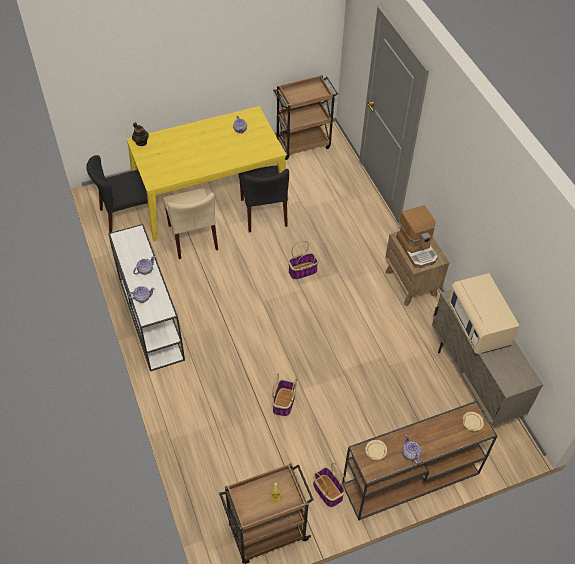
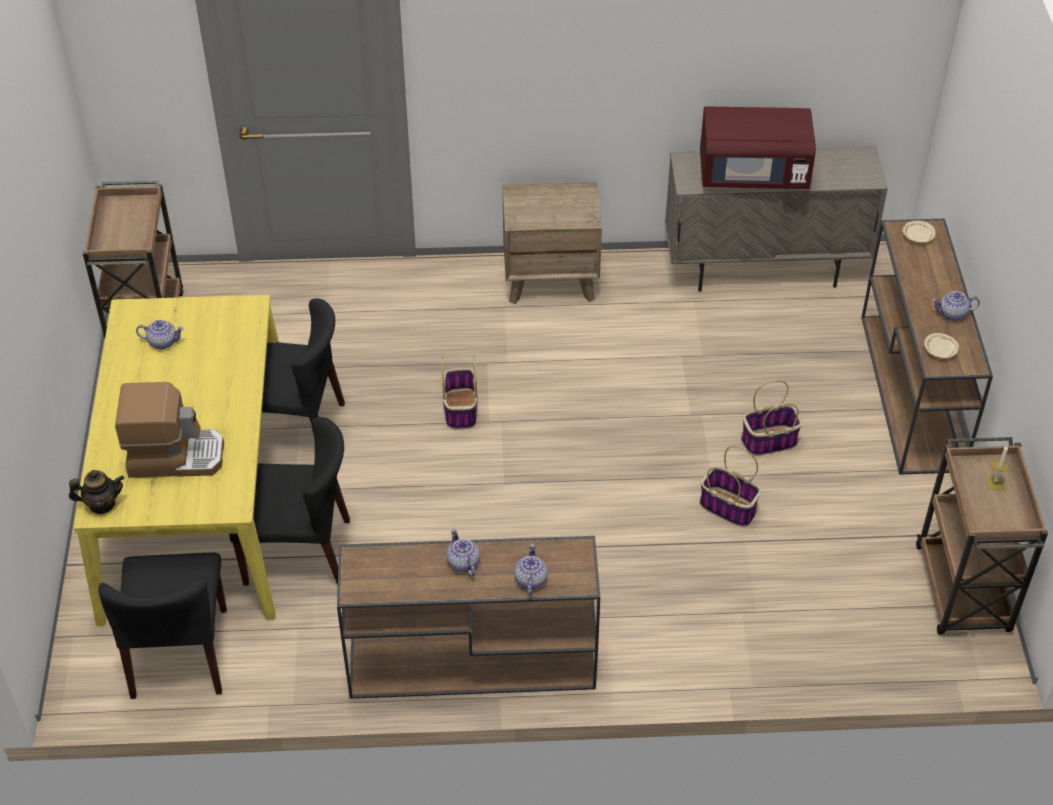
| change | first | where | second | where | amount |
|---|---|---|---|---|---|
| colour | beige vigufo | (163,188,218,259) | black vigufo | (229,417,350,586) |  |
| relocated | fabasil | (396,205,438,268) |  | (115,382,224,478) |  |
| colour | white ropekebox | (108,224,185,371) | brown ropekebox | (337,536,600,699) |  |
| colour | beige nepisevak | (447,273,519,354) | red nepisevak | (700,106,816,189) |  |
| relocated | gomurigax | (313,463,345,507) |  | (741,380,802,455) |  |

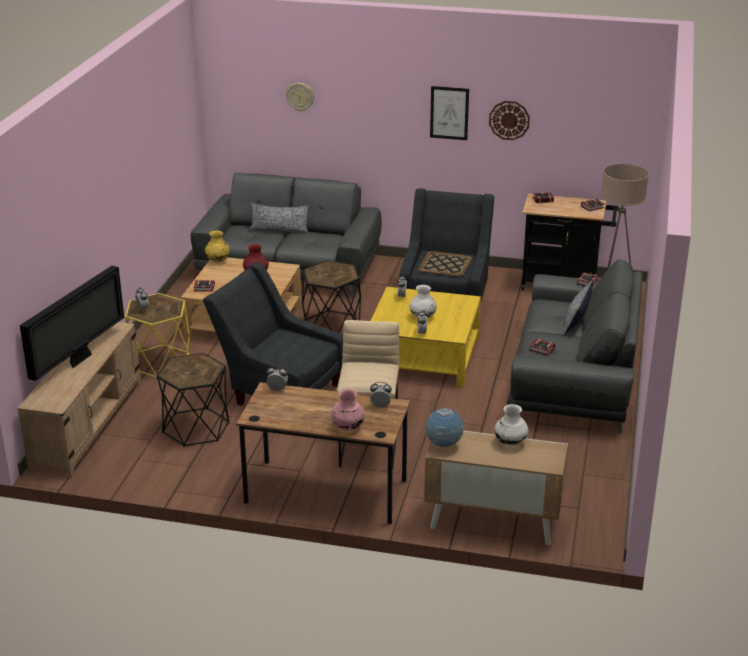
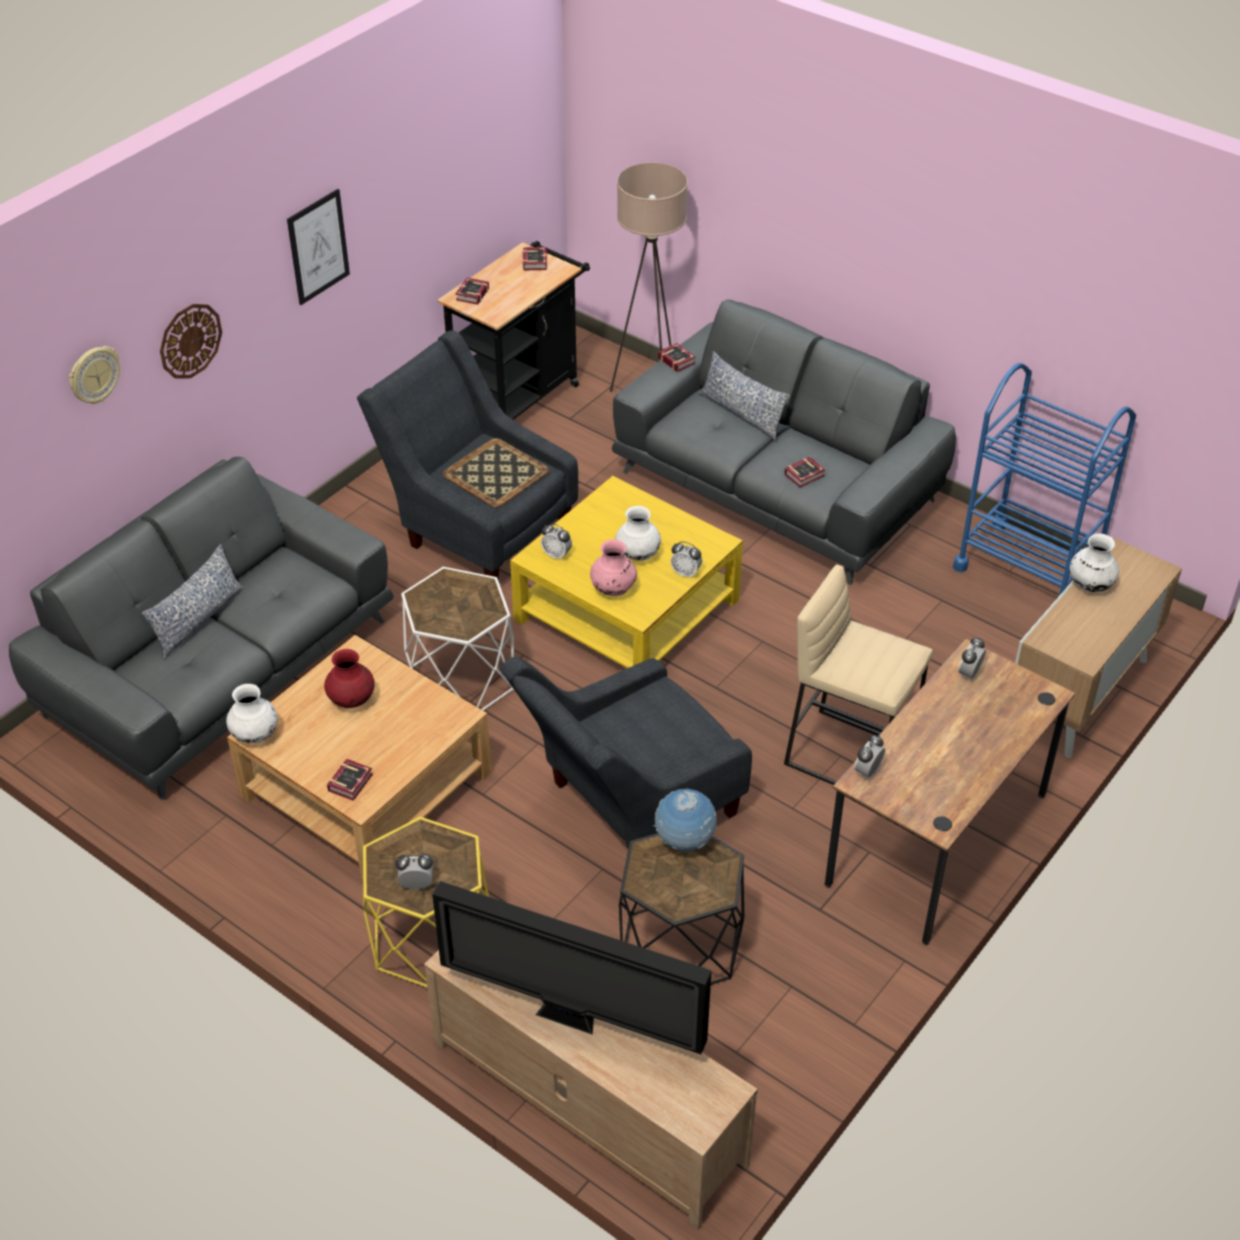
| change | first | where | second | where | amount |
|---|---|---|---|---|---|
| relocated | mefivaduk | (489,101,530,140) |  | (160,304,222,379) |  |
| colour | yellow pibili | (205,231,230,262) | white pibili | (226,684,278,743) |  |
| colour | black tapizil | (302,260,361,333) | white tapizil | (401,567,514,711) |  |
| spun | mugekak | (20,266,124,381) |  | (432,881,712,1054) | 150 degrees clockwise |
| relocated | pink pibili | (331,388,364,431) |  | (590,539,637,596) |  |
| relocated | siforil | (426,408,464,447) |  | (653,789,717,851) |  |
| appeared |  |  | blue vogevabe | (953,363,1136,603) |  |

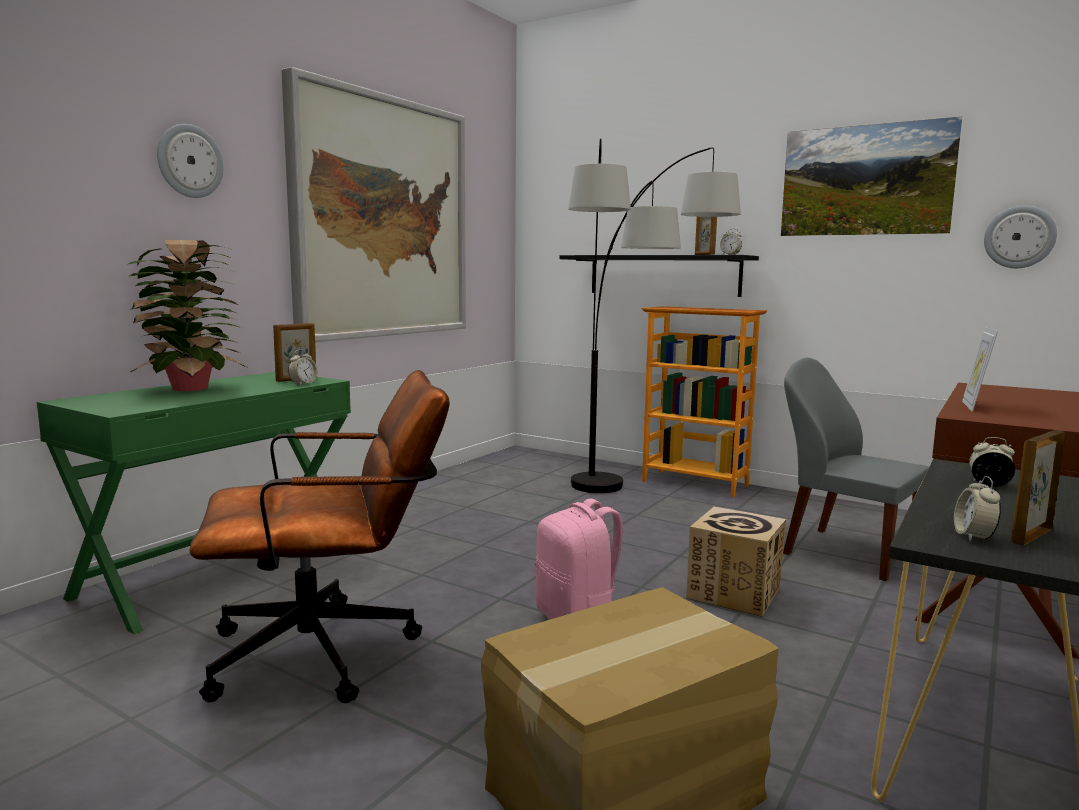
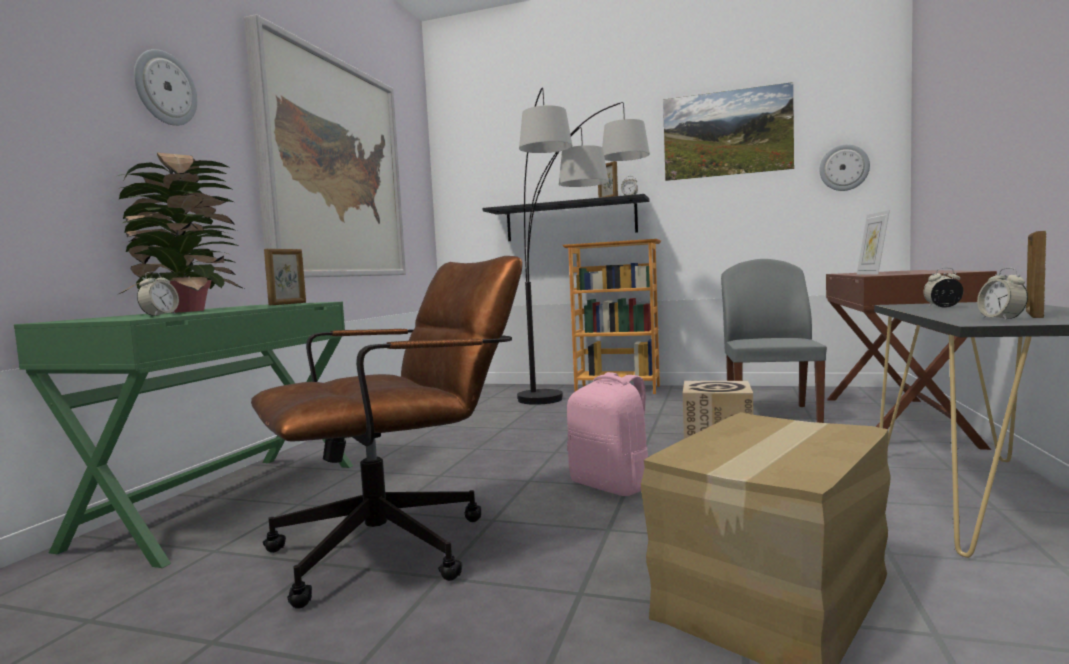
| change | first | where | second | where | amount |
|---|---|---|---|---|---|
| relocated | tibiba | (288,349,318,385) |  | (137,272,179,316) |  |
| spun | grey vigufo | (783,358,929,581) |  | (721,259,827,423) | 75 degrees clockwise |

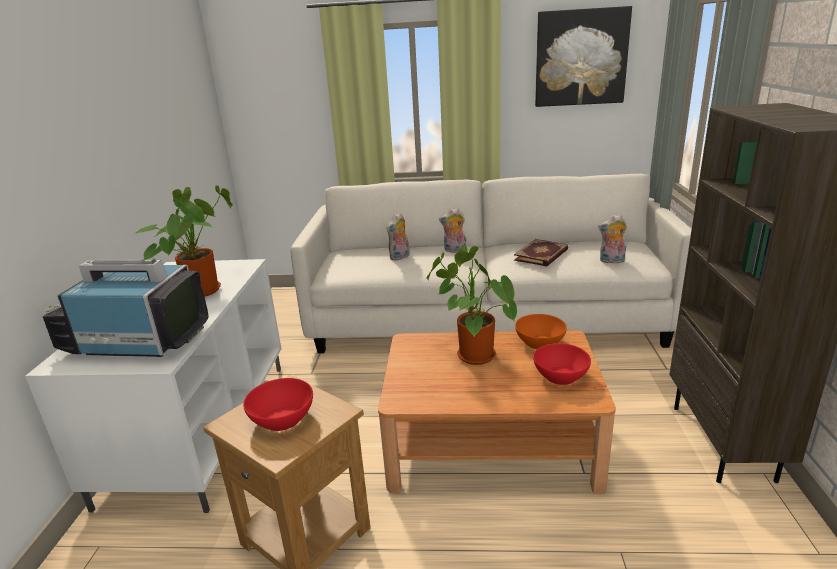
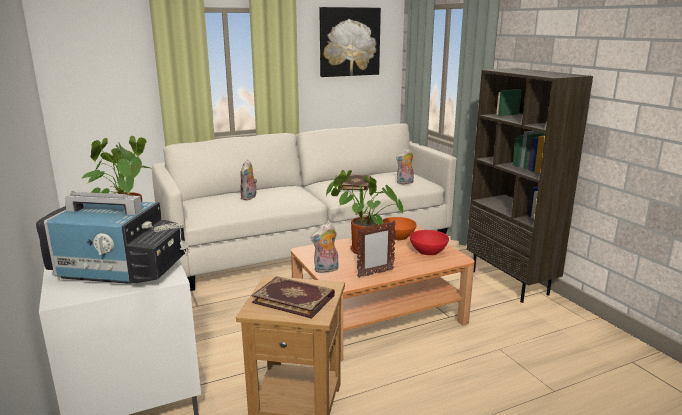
| change | first | where | second | where | amount |
|---|---|---|---|---|---|
| relocated | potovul | (439,208,467,253) |  | (310,223,338,273) |  |
| spun | mugekak | (43,258,209,357) |  | (36,191,190,284) | 150 degrees counterclockwise |
| exchanged | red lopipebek | (243,378,313,431) | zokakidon | (251,276,335,319) |  |
| appeared |  |  | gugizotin | (357,221,396,278) |  |

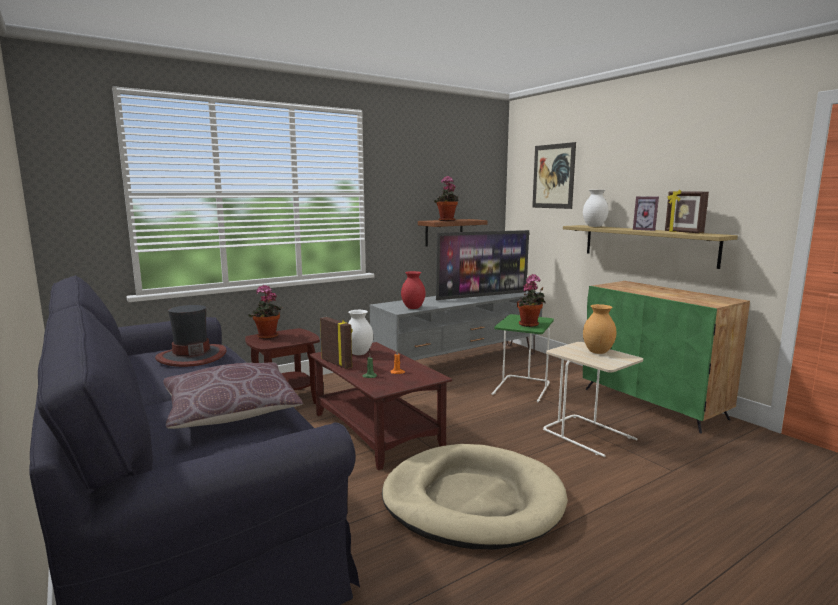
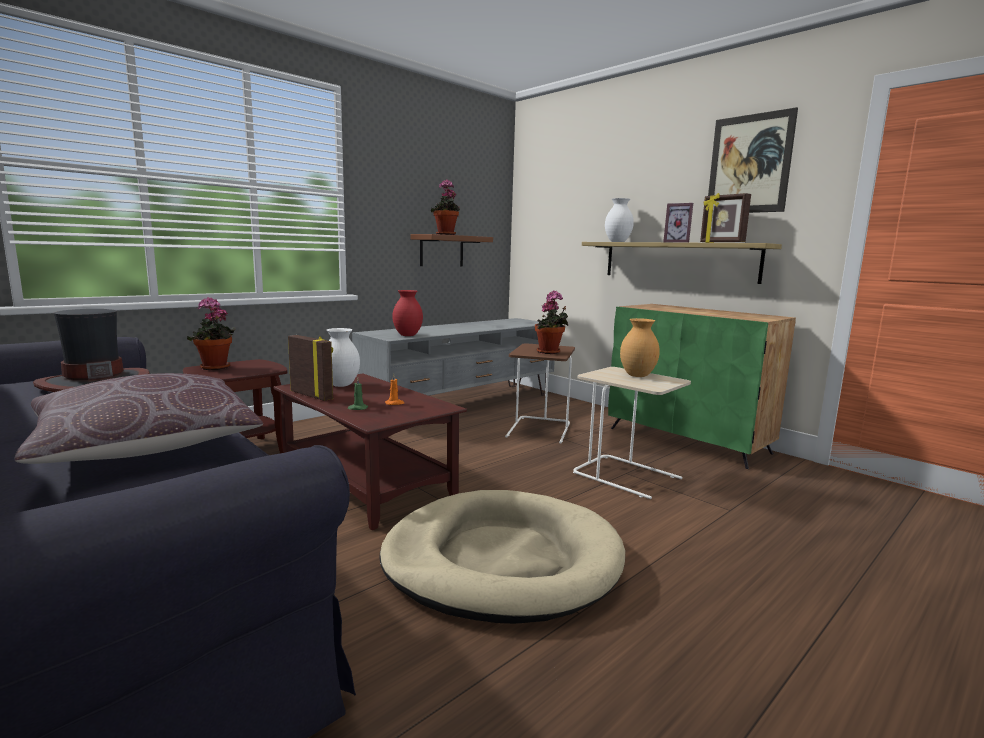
| change | first | where | second | where | amount |
|---|---|---|---|---|---|
| relocated | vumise | (532,142,576,209) |  | (708,107,798,213) |  |
| missing | mugekak | (436,230,529,300) |  |  |  |
| colour | green tapizil | (492,314,554,402) | brown tapizil | (505,343,575,444) |  |

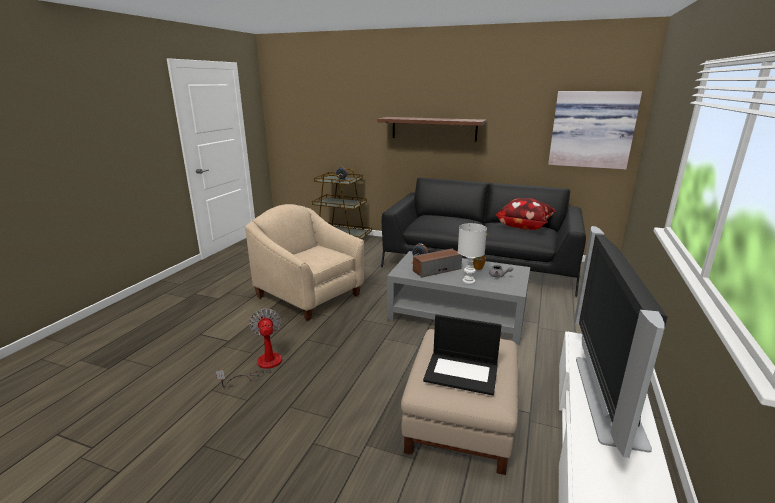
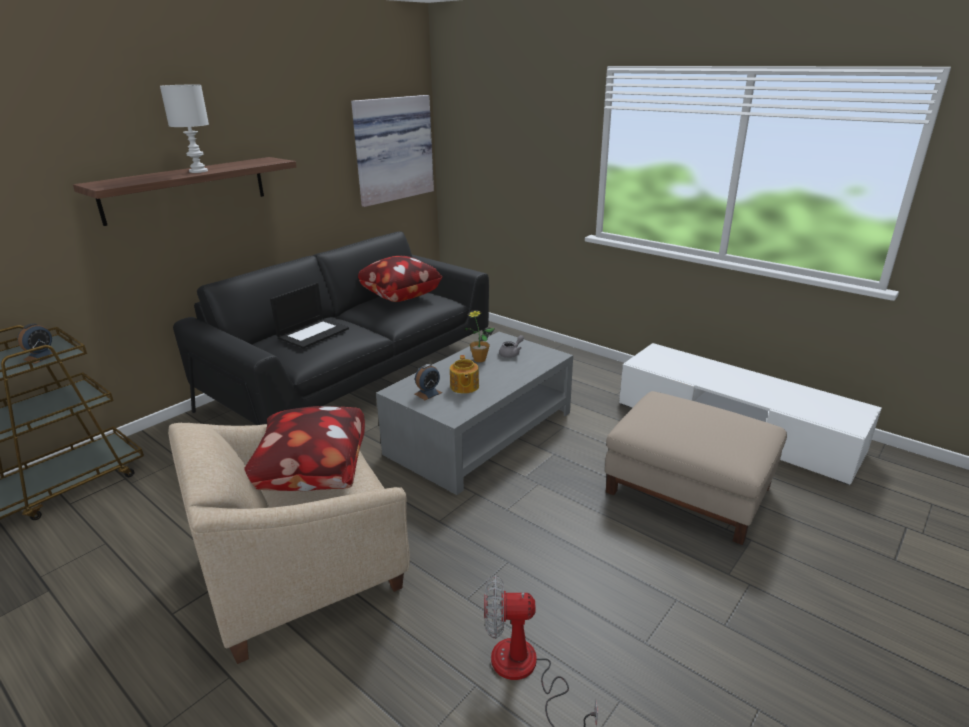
| change | first | where | second | where | amount |
|---|---|---|---|---|---|
| relocated | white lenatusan | (458,223,487,284) |  | (160,84,209,173) |  |
| missing | mugekak | (575,226,668,458) |  |  |  |
| exchanged | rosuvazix | (413,249,462,278) | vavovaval | (450,355,479,394) |  |
| relocated | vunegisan | (423,314,502,396) |  | (270,283,349,349) |  |
| appeared |  |  | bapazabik | (244,406,365,491) |  |

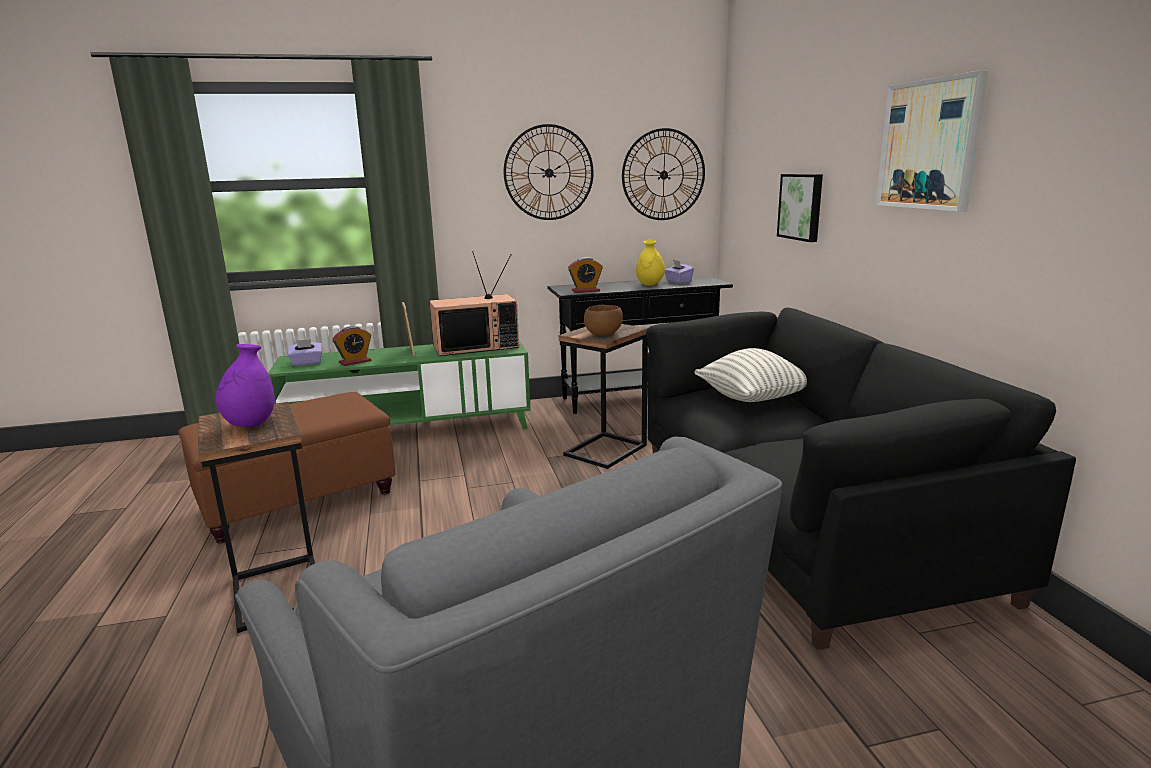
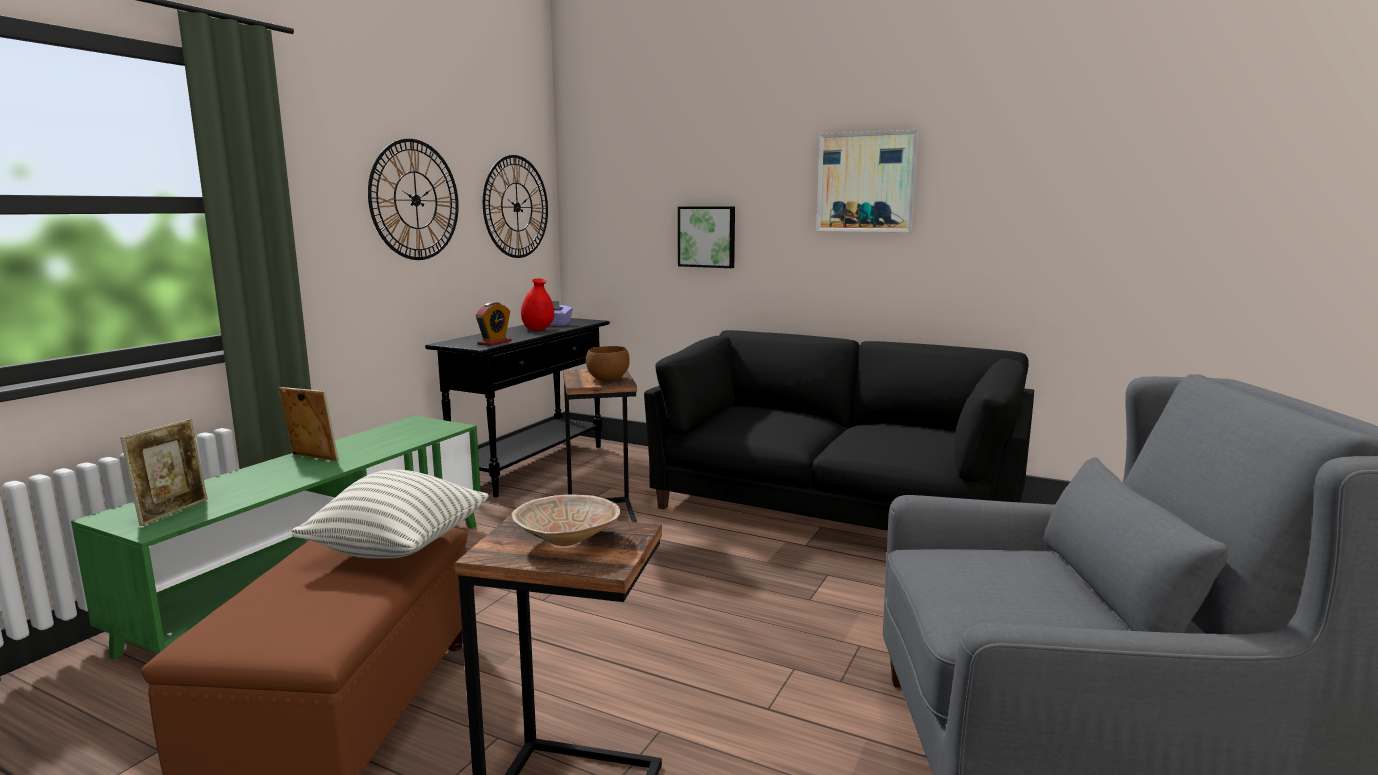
| change | first | where | second | where | amount |
|---|---|---|---|---|---|
| colour | yellow pibili | (636,240,665,286) | red pibili | (521,278,554,331) |  |
| missing | mugekak | (430,251,519,356) |  |  |  |
| missing | tibiba | (332,326,371,366) |  |  |  |
| exchanged | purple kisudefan | (288,339,322,366) | gugizotin | (120,419,208,526) |  |
| exchanged | purple pibili | (216,344,275,427) | beige lopipebek | (511,494,620,546) |  |
| relocated | bapazabik | (695,348,807,402) |  | (291,469,489,559) |  |

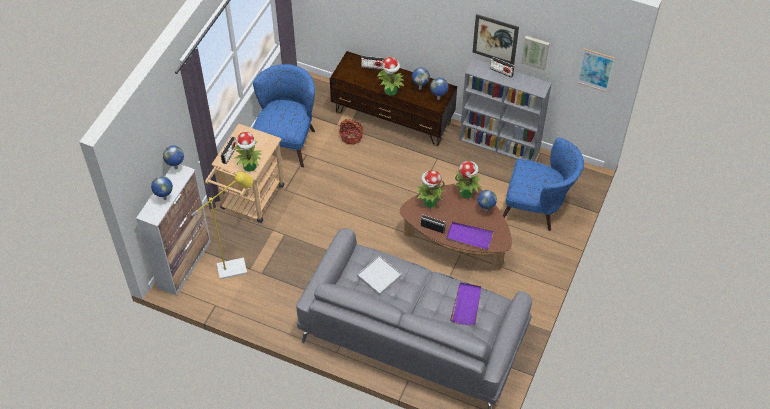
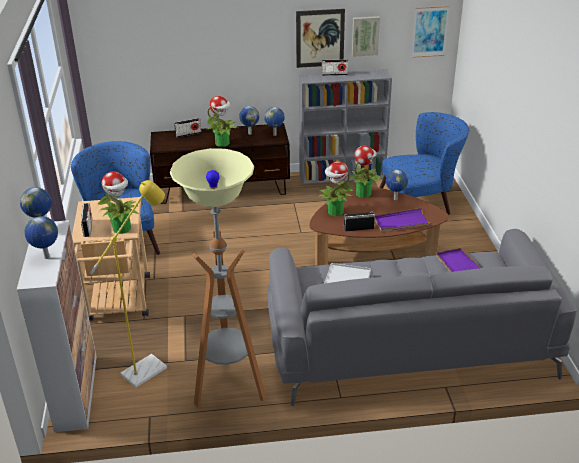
| change | first | where | second | where | amount |
|---|---|---|---|---|---|
| missing | gomurigax | (339,119,363,145) |  |  |  |
| appeared |  |  | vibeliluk | (170,148,266,408) |  |

